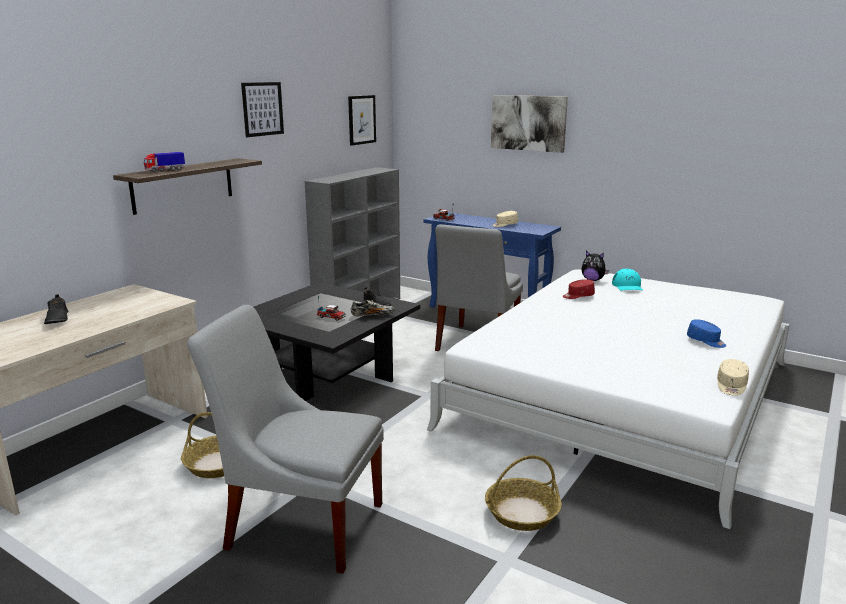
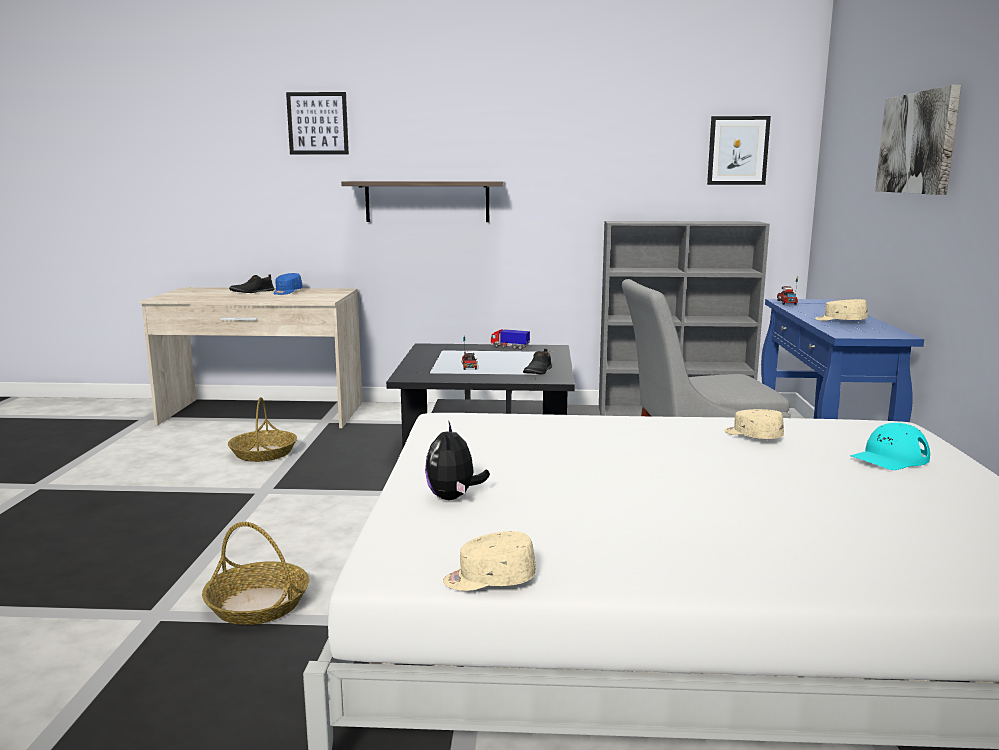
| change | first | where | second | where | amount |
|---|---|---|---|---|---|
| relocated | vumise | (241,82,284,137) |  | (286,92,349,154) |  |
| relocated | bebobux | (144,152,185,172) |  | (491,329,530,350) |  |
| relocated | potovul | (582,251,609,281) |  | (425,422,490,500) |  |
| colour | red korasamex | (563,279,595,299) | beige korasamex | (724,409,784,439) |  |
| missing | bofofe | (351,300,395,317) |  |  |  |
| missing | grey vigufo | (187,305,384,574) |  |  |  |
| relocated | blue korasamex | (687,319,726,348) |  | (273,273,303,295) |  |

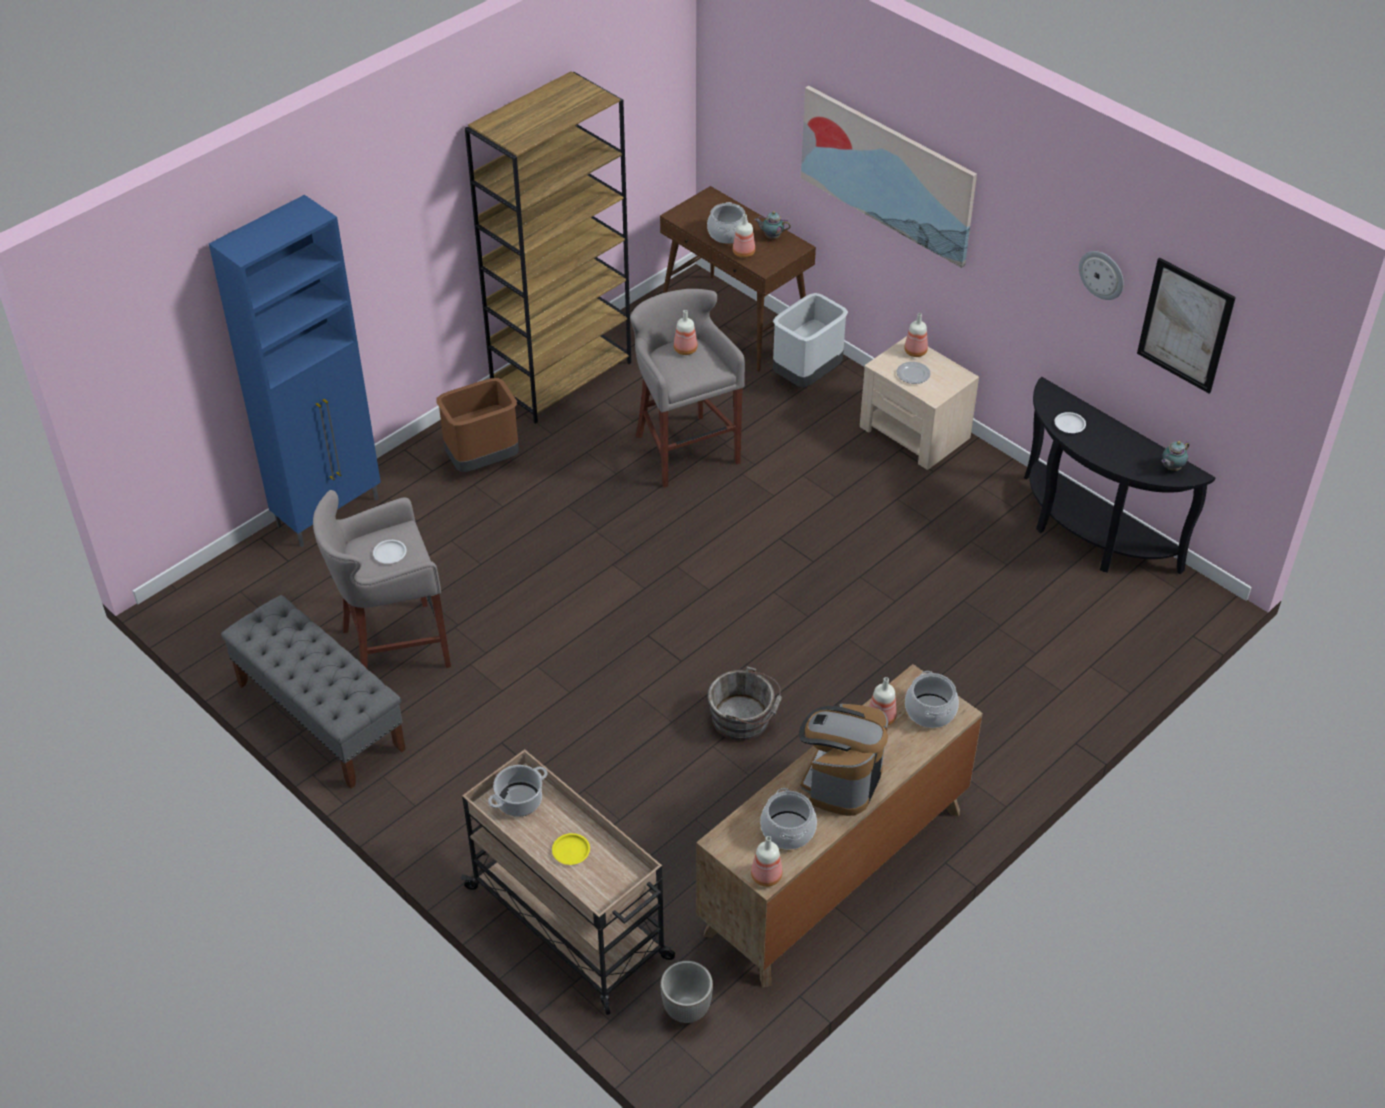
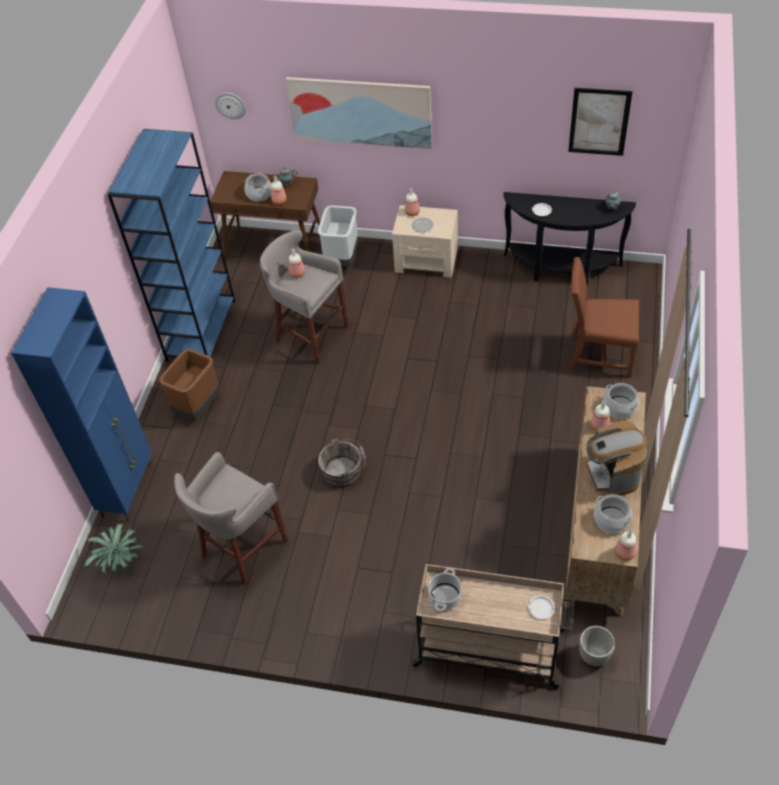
| change | first | where | second | where | amount |
|---|---|---|---|---|---|
| colour | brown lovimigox | (465,71,631,424) | blue lovimigox | (108,129,235,362) |  |
| relocated | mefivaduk | (1079,251,1124,300) |  | (215,92,246,120) |  |
| relocated | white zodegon | (373,540,407,564) |  | (528,595,555,619) |  |
| missing | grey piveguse | (221,595,406,789) |  |  |  |
| relocated | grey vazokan | (707,667,782,741) |  | (318,439,366,487) |  |
| missing | yellow zodegon | (552,833,590,865) |  |  |  |
| appeared |  |  | brown vigufo | (569,257,639,378) |  |
| appeared |  |  | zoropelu | (85,524,144,573) |  |

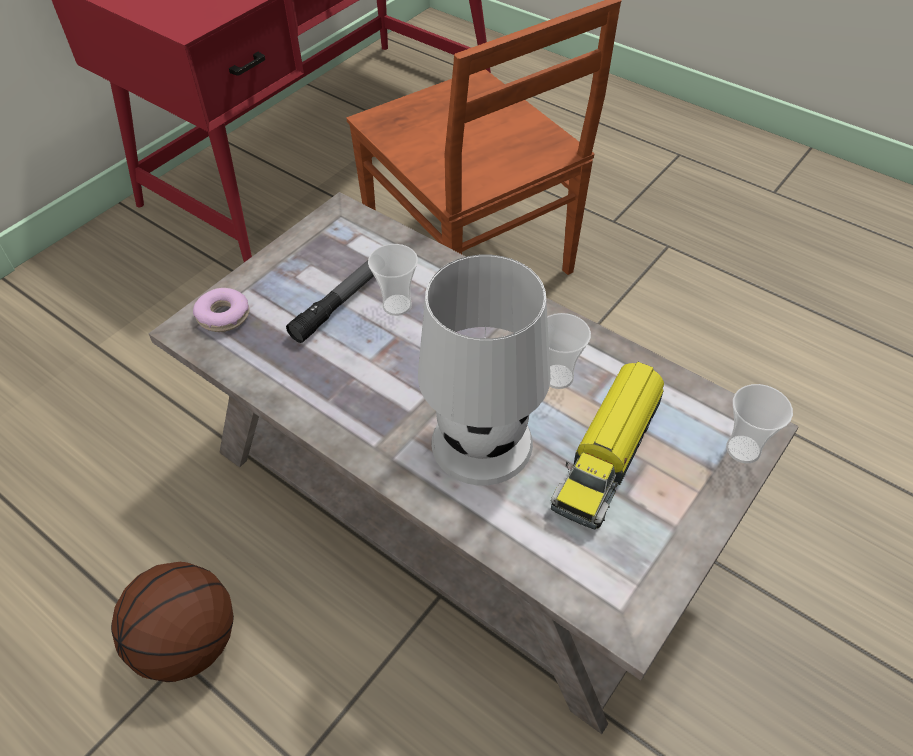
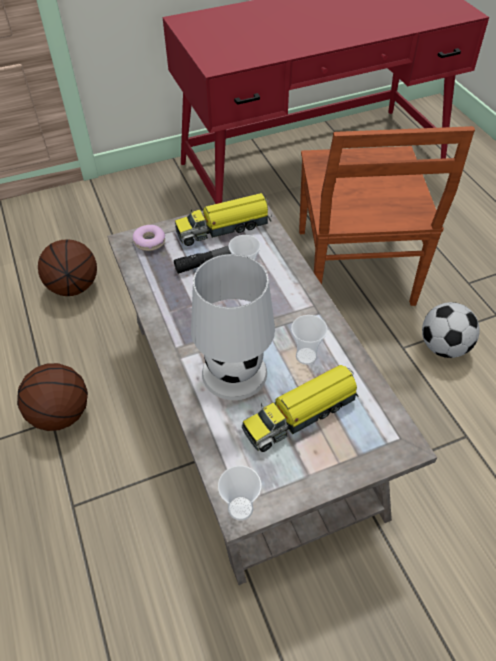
| change | first | where | second | where | amount |
|---|---|---|---|---|---|
| relocated | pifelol | (726,384,793,463) |  | (218,466,262,521) |  |
| appeared |  |  | bebobux | (175,193,271,246) |  |
| appeared |  |  | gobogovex | (38,239,97,296) |  |
| appeared |  |  | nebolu | (422,302,480,358) |  |

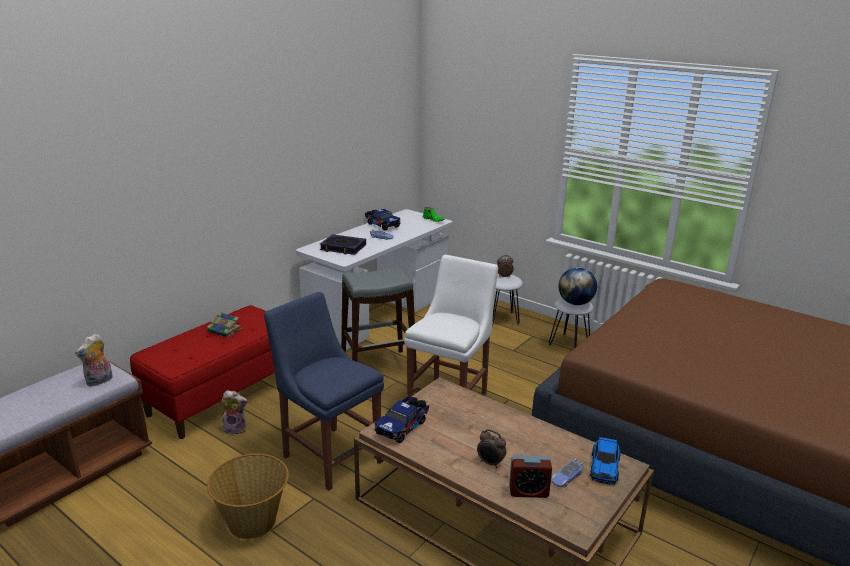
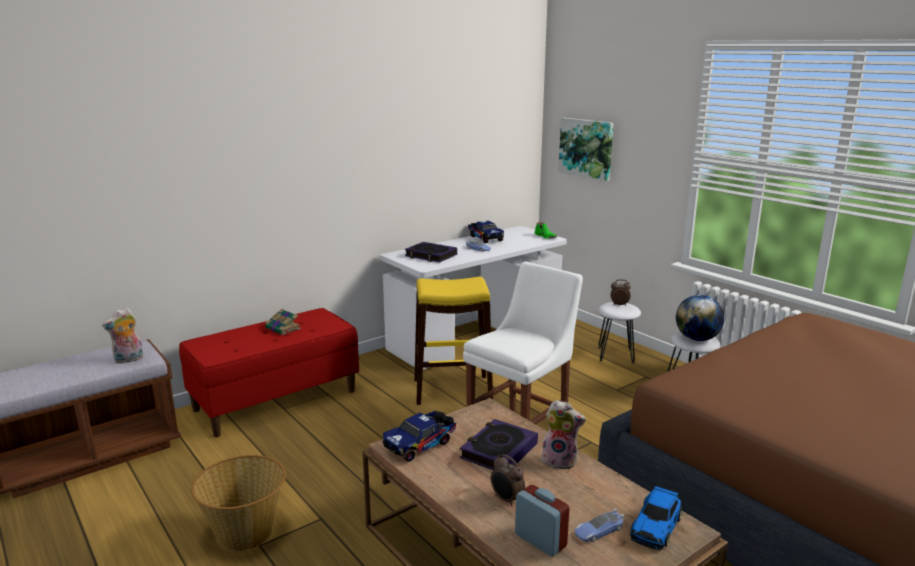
| change | first | where | second | where | amount |
|---|---|---|---|---|---|
| colour | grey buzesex | (341,266,417,373) | yellow buzesex | (414,277,493,405) |  |
| missing | blue vigufo | (264,292,384,491) |  |  |  |
| relocated | potovul | (222,390,248,435) |  | (541,400,586,470) |  |
| spun | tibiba | (509,455,552,498) |  | (515,485,570,556) | 150 degrees counterclockwise |
| appeared |  |  | vumise | (558,118,614,181) |  |
| appeared |  |  | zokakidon | (460,419,538,470) |  |

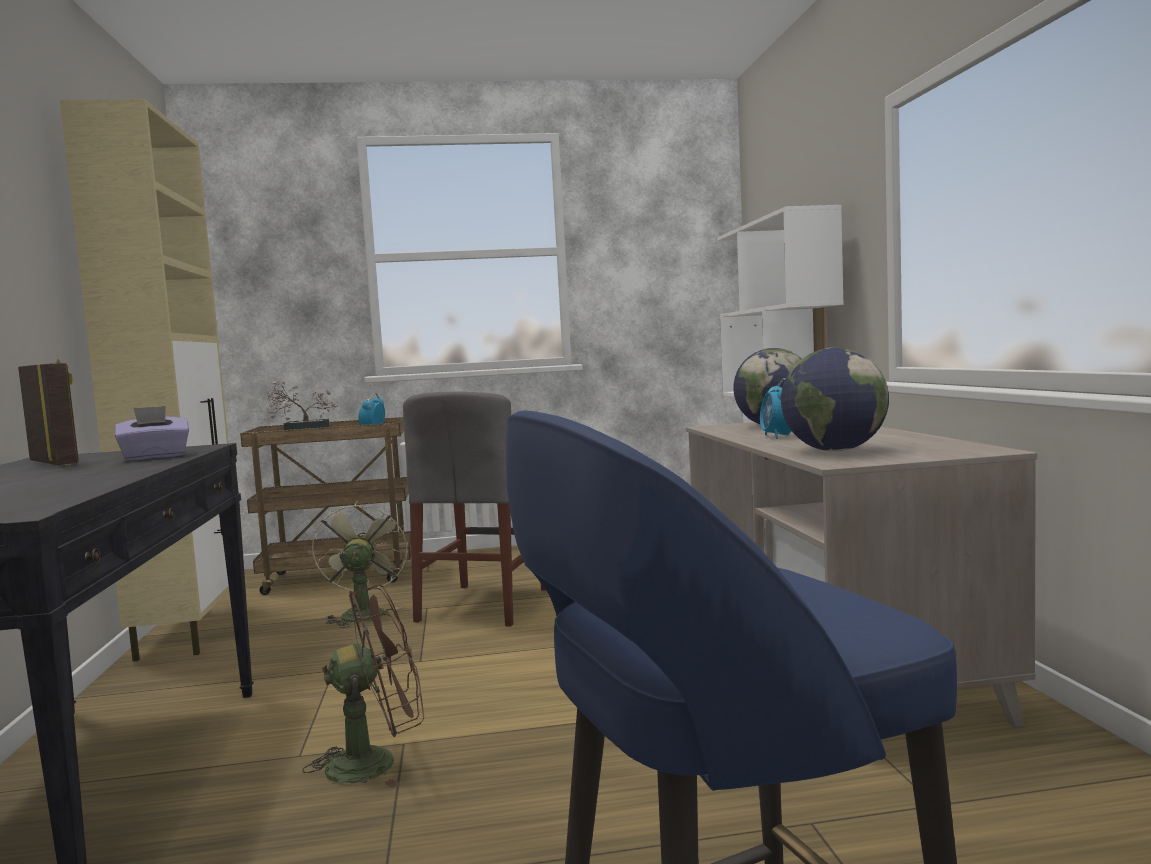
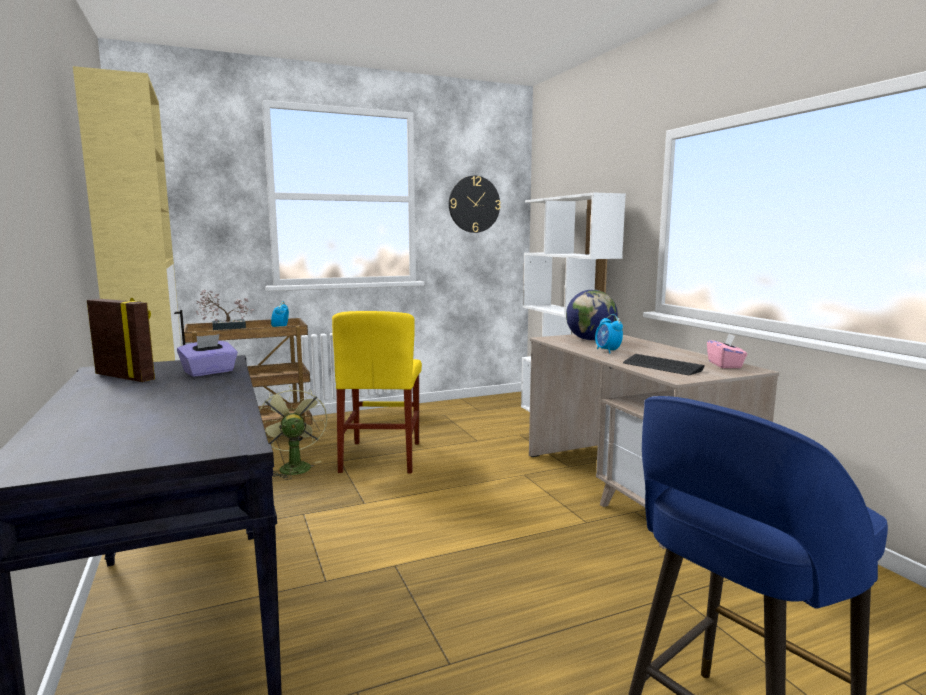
| change | first | where | second | where | amount |
|---|---|---|---|---|---|
| exchanged | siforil | (781,348,889,451) | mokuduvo | (623,354,705,375) |  |
| colour | grey vigufo | (403,391,546,627) | yellow vigufo | (332,311,422,473) |  |
| missing | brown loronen | (302,585,424,788) |  |  |  |
| appeared |  |  | mefivaduk | (449,176,501,233) |  |
| appeared |  |  | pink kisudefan | (707,334,747,368) |  |

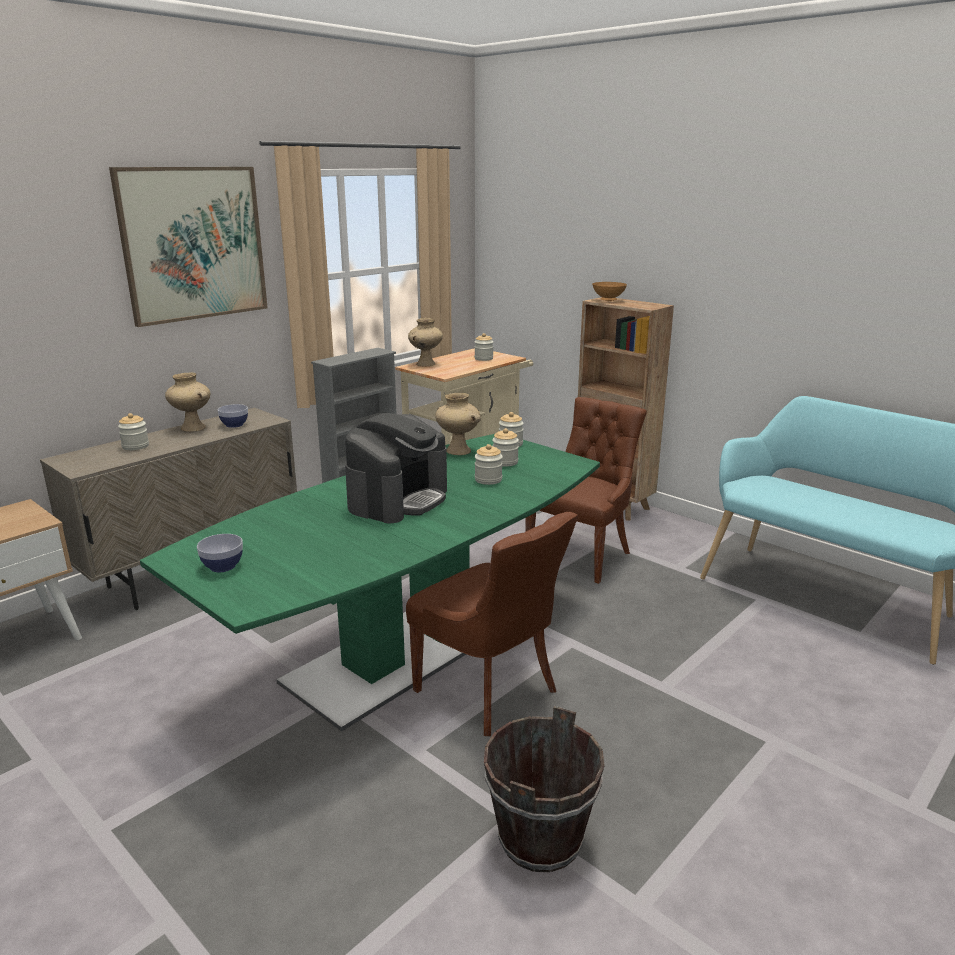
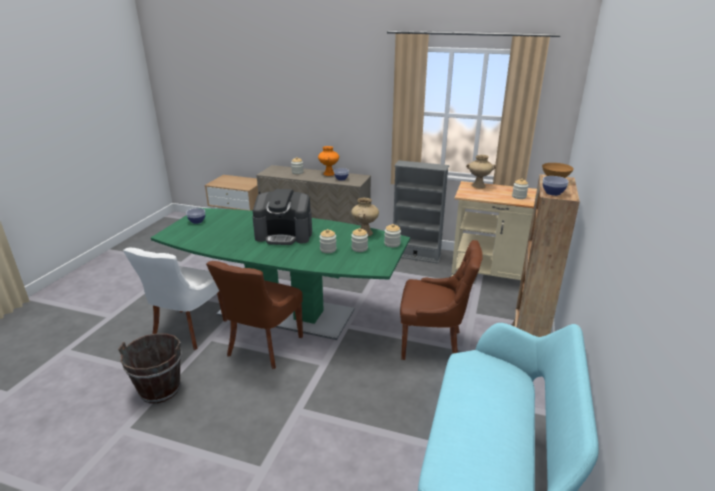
| change | first | where | second | where | amount |
|---|---|---|---|---|---|
| missing | vumise | (109,167,268,327) |  |  |  |
| colour | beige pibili | (165,373,211,432) | orange pibili | (318,146,339,176) |  |
| appeared |  |  | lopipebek | (543,176,569,196) |  |
| appeared |  |  | white vigufo | (123,248,228,350) |  |

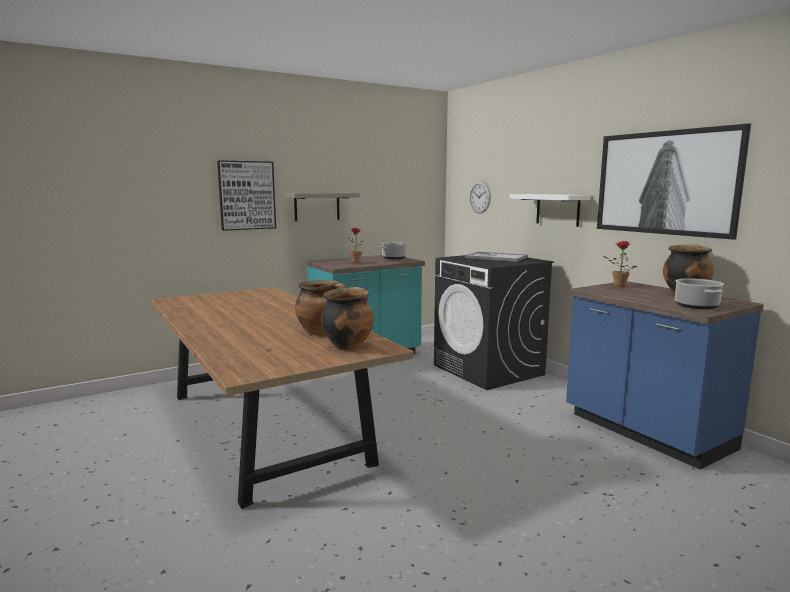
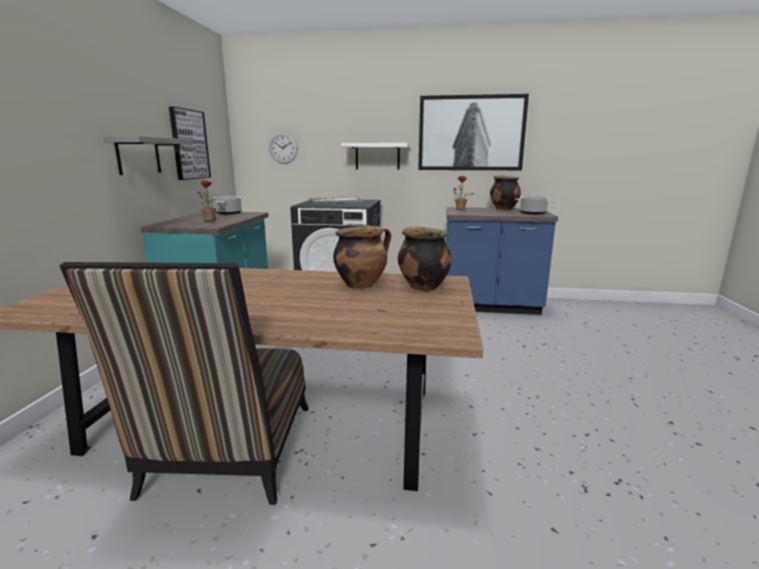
| change | first | where | second | where | amount |
|---|---|---|---|---|---|
| relocated | vumise | (217,160,276,231) |  | (169,106,211,180) |  |
| appeared |  |  | vigufo | (59,262,309,505) |  |

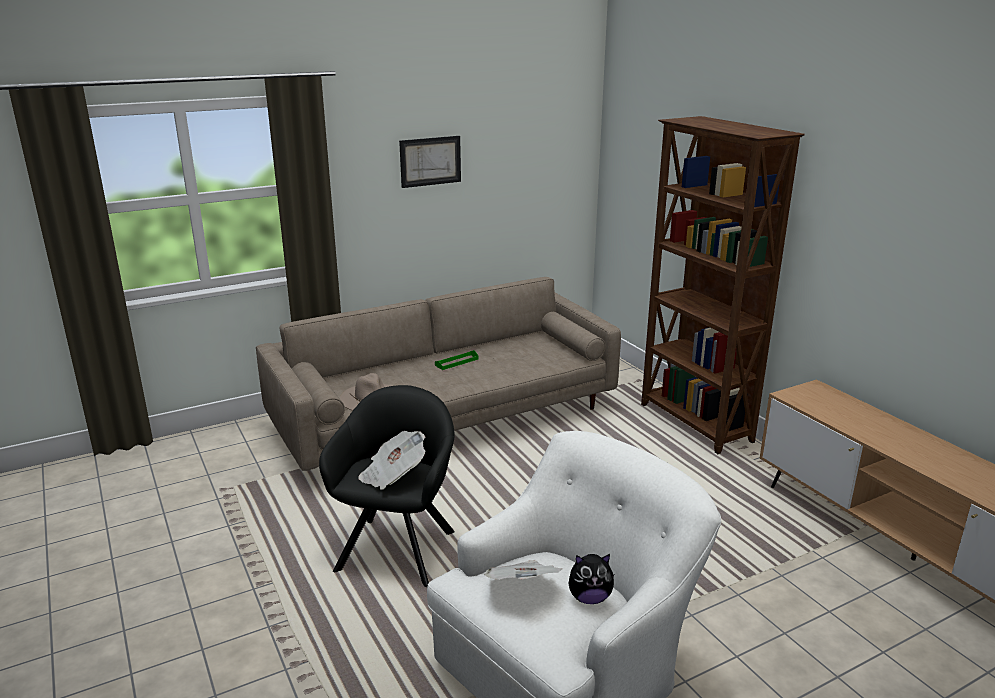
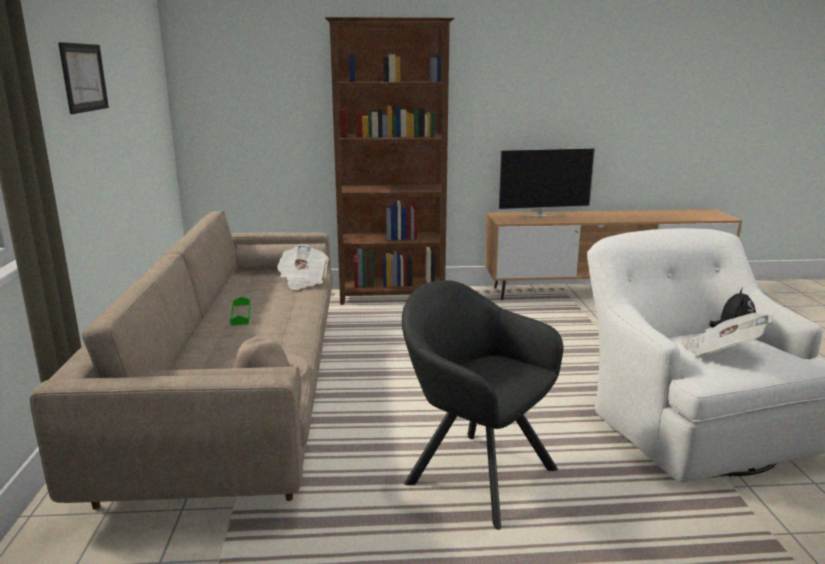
| change | first | where | second | where | amount |
|---|---|---|---|---|---|
| relocated | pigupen | (359,431,425,490) |  | (277,245,329,290) |  |
| appeared |  |  | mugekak | (497,147,596,217) |  |

